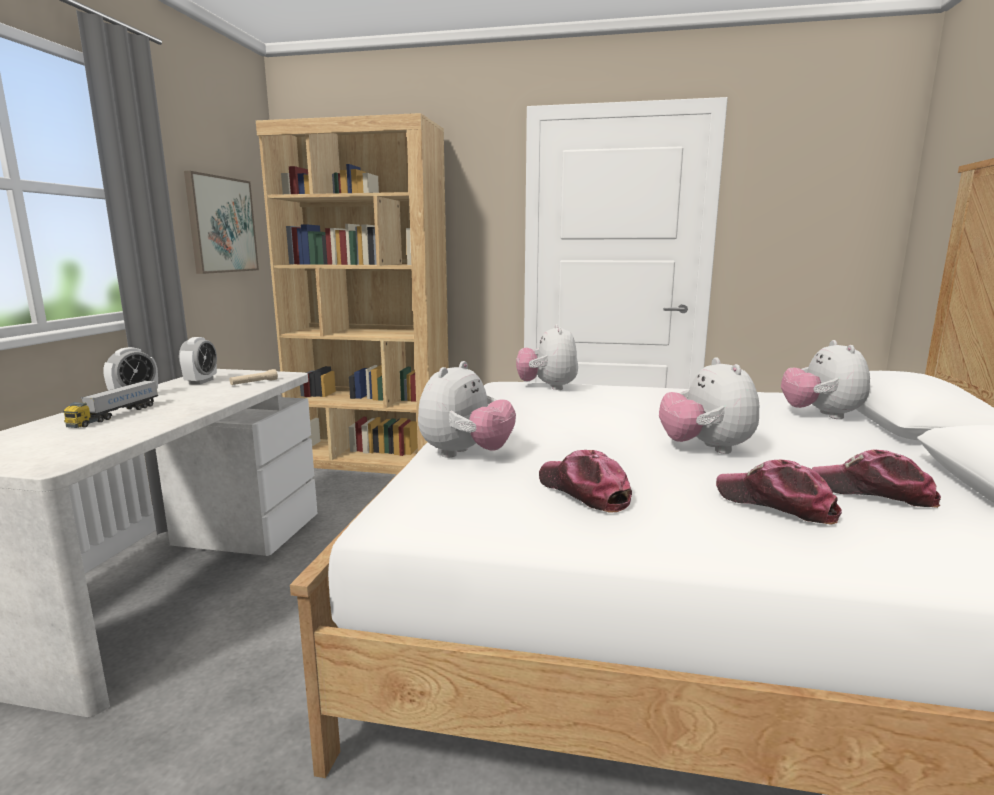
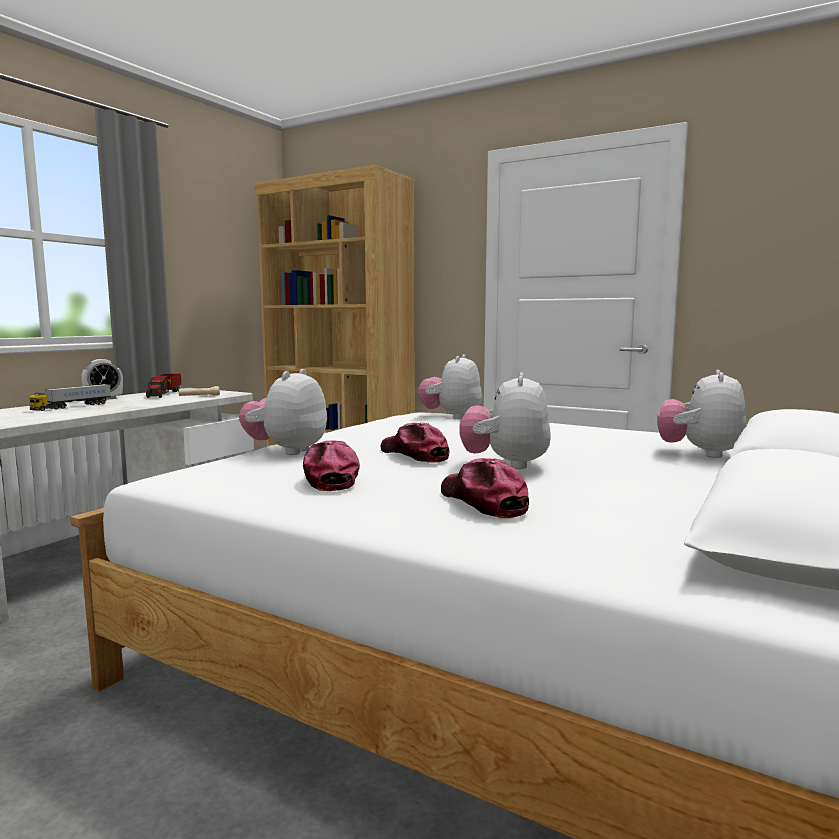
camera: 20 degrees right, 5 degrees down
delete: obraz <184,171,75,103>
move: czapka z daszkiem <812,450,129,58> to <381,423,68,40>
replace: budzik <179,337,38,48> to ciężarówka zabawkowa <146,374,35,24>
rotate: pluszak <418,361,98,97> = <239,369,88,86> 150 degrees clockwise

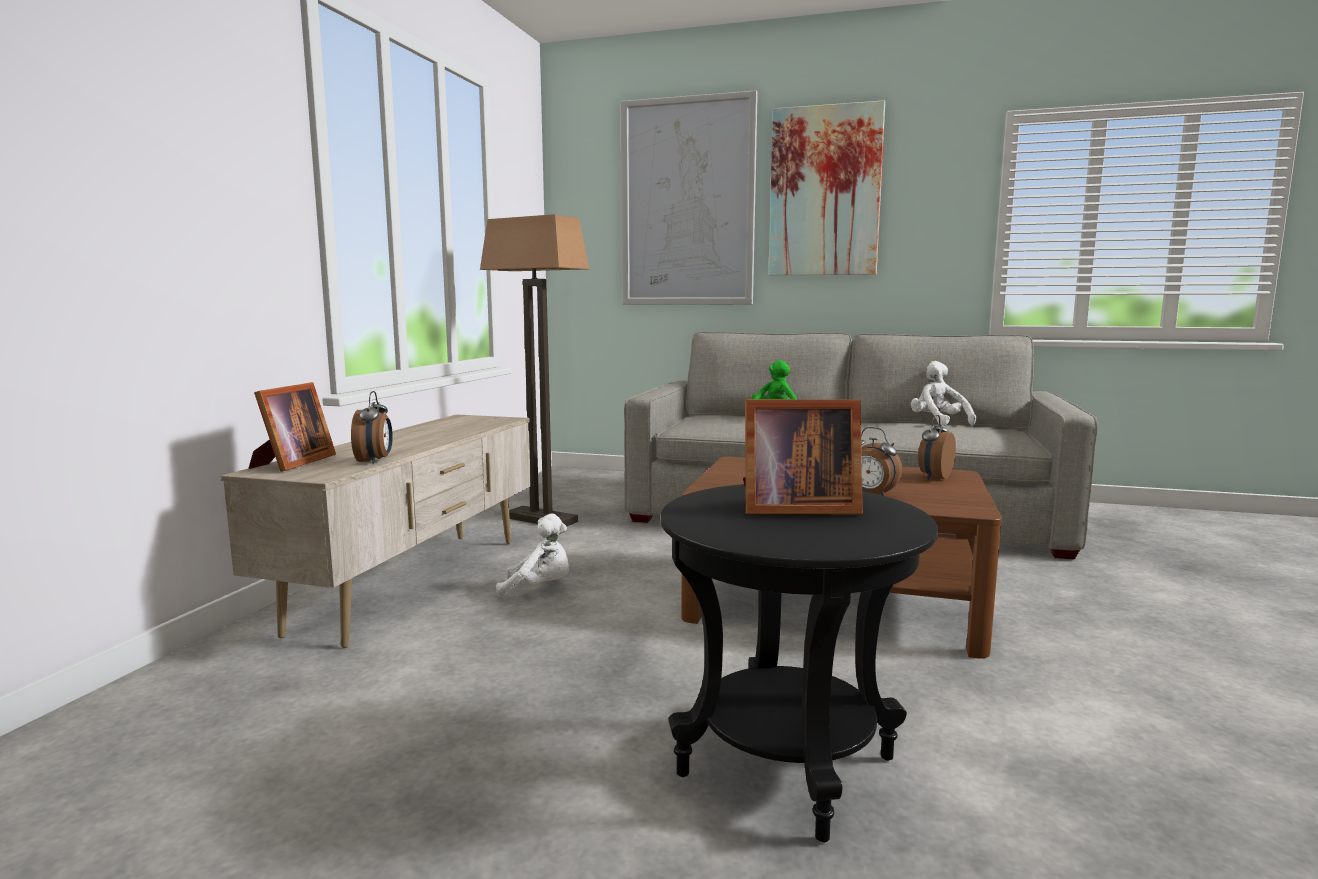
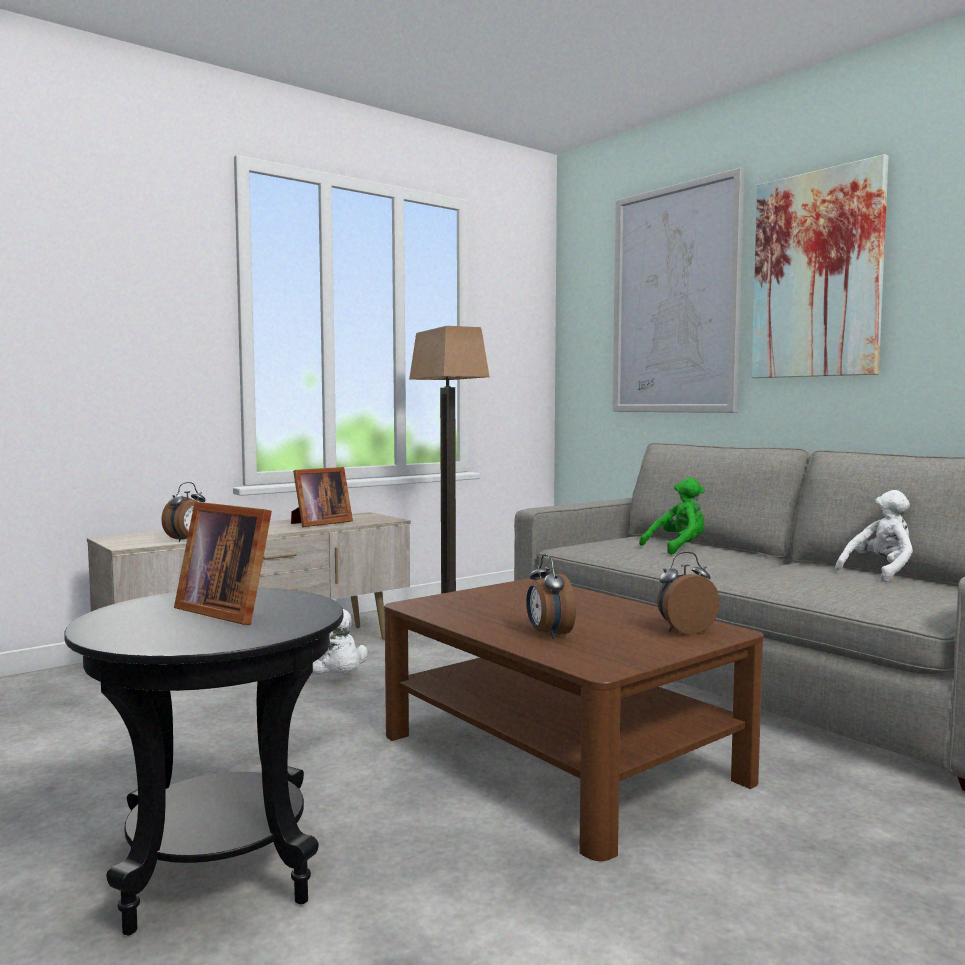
camera: 35 degrees right, 5 degrees down
move: ramka na zdjęcie <249,382,87,90> to <291,467,62,60>
rotate: pluszak (biały) <911,361,65,65> = <835,490,78,92> 45 degrees clockwise

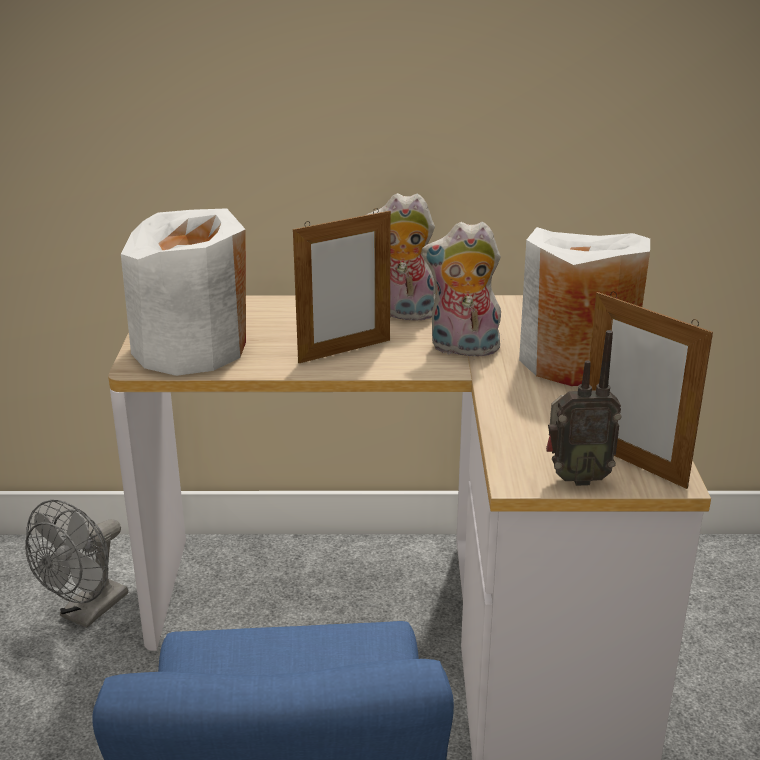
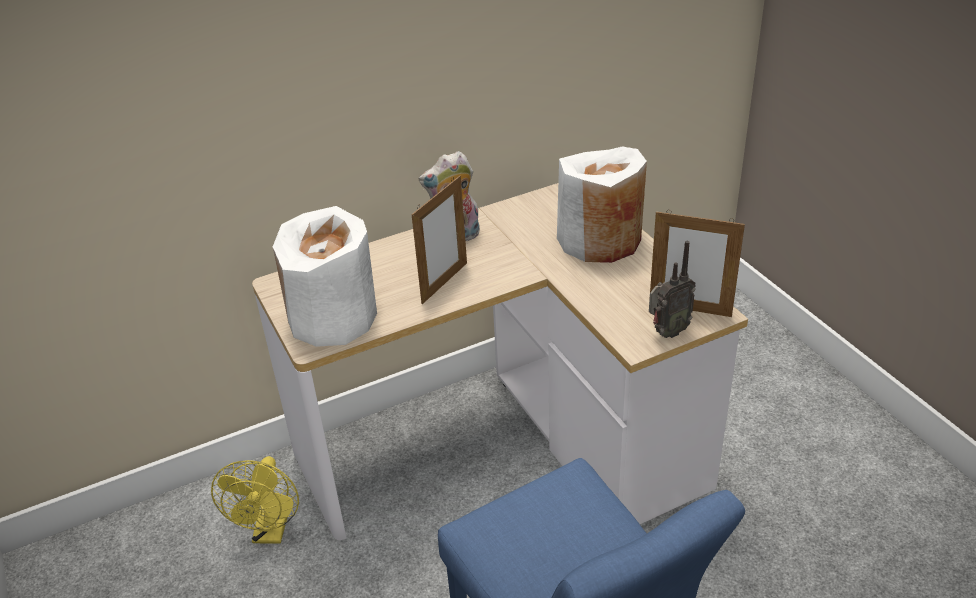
camera: 25 degrees left, 10 degrees up
delete: pluszak <422,222,79,134>
recolor: wentylator (szary) <25,500,103,128> to wentylator (żółty) <211,456,88,88>

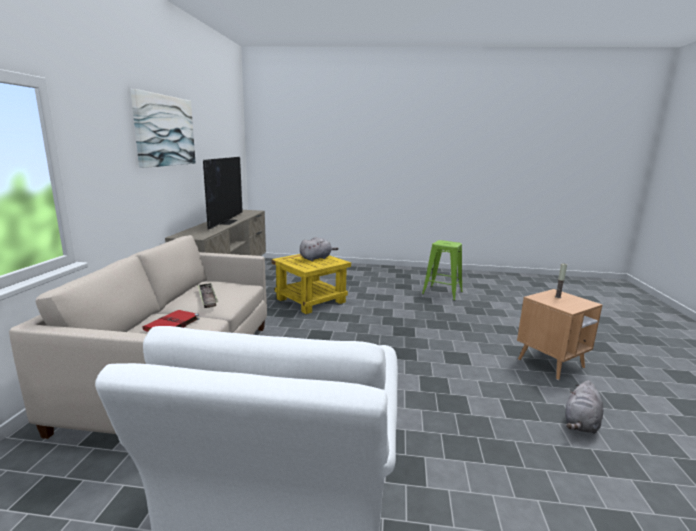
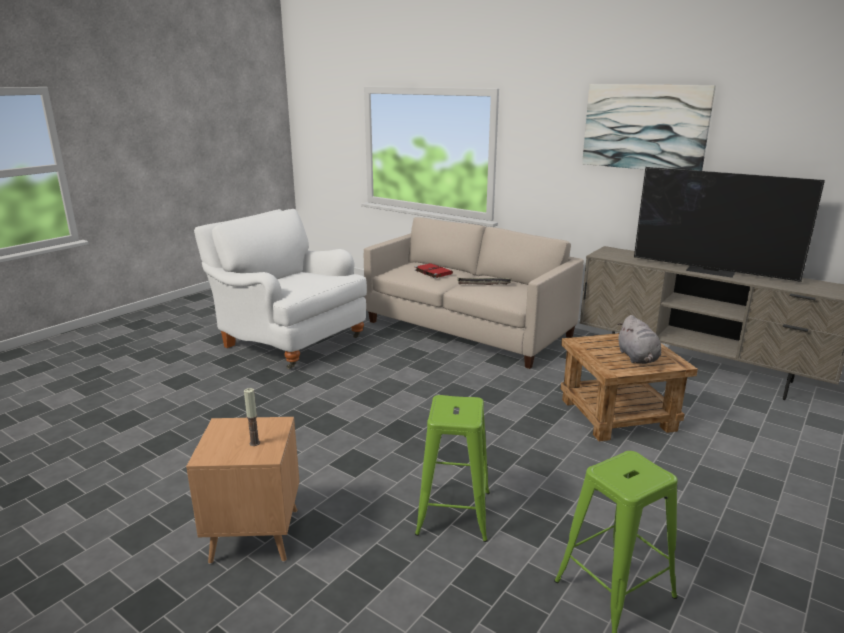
camera: 120 degrees right, 5 degrees up
delete: pluszak (szary) <565,380,38,54>
insert: stołek (zielony) <415,395,75,147>
recolor: stolik (żółty) <272,254,79,60> to stolik (brązowy) <560,333,138,109>

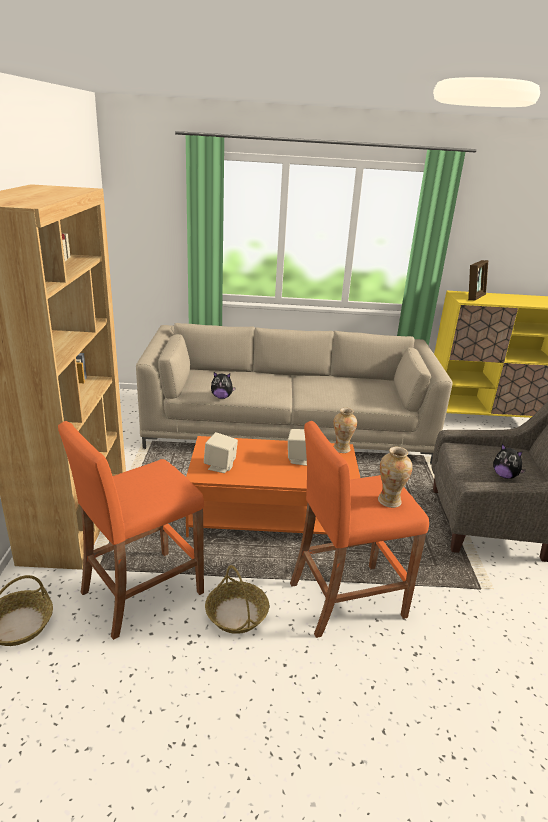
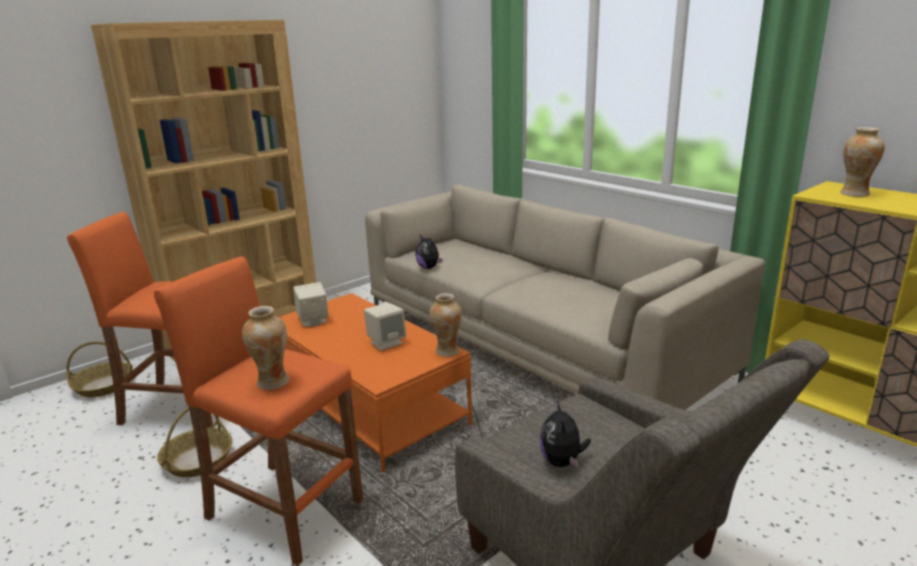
camera: 50 degrees right, 5 degrees down
replace: ramka na zdjęcie <468,260,20,40> to wazon <840,127,45,70>

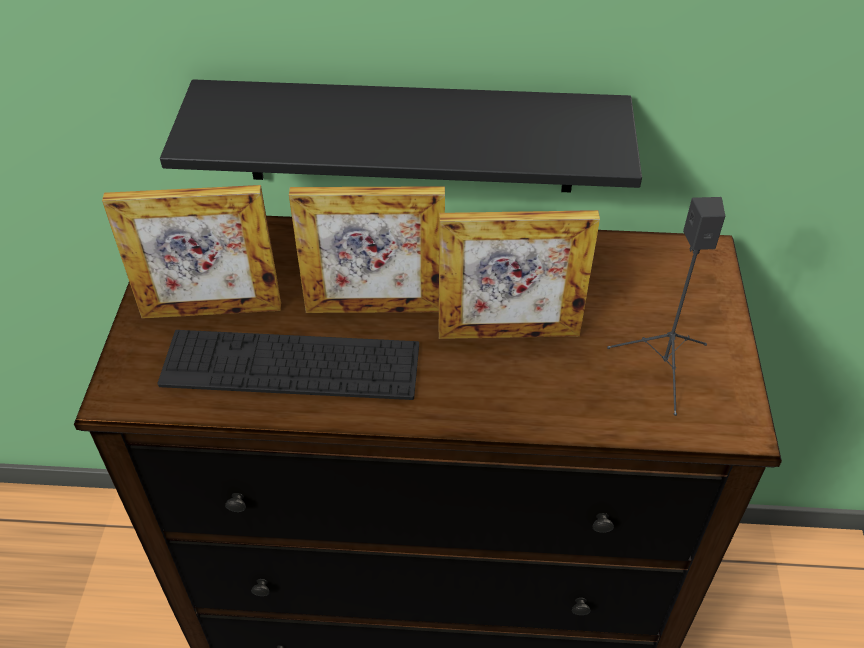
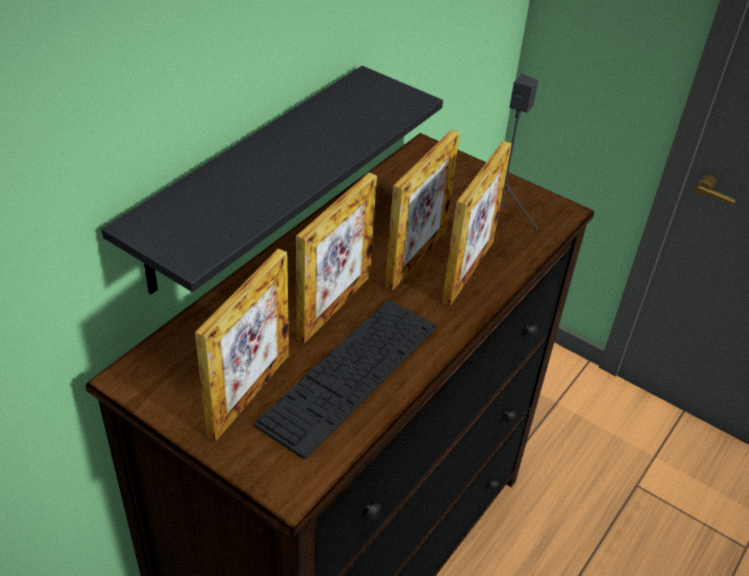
camera: 60 degrees left, 5 degrees down
insert: ramka na zdjęcie <442,141,70,165>

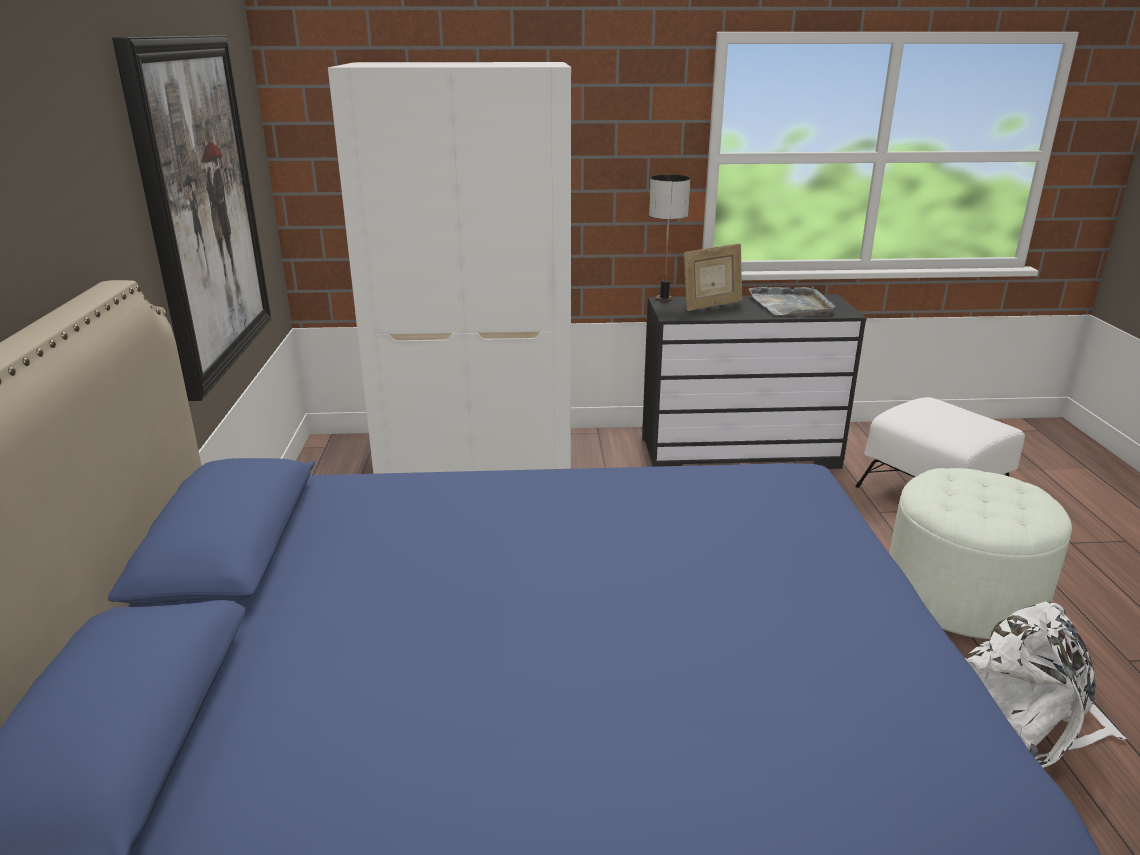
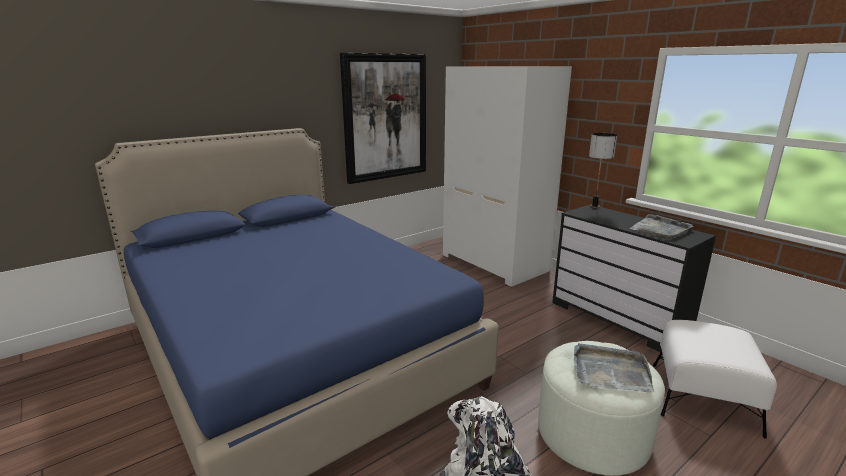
camera: 55 degrees right, 5 degrees down
delete: ramka na zdjęcie <684,244,58,67>
insert: taca (szary) <574,343,80,50>

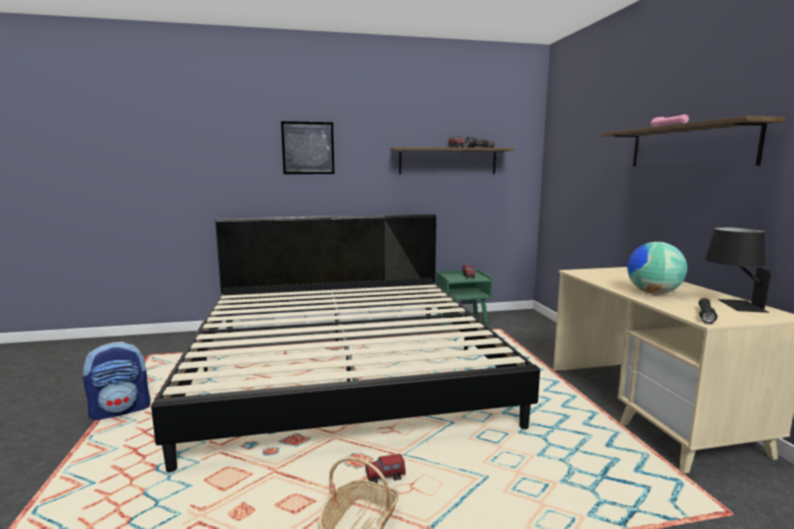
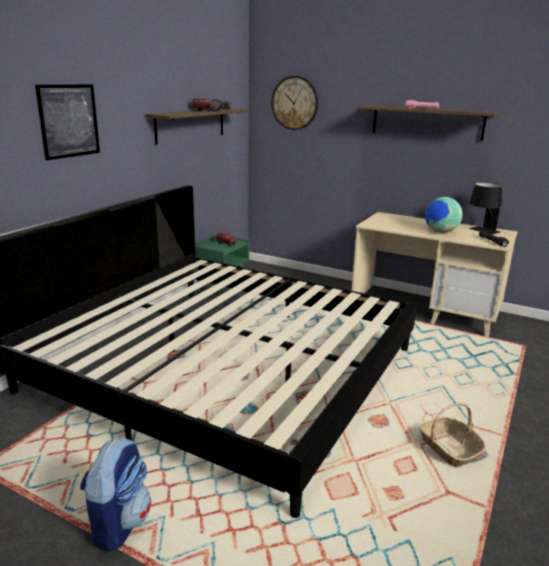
camera: 50 degrees left, 10 degrees up
delete: ciężarówka zabawkowa <365,454,41,29>
insert: zegar ścienny <271,76,47,54>

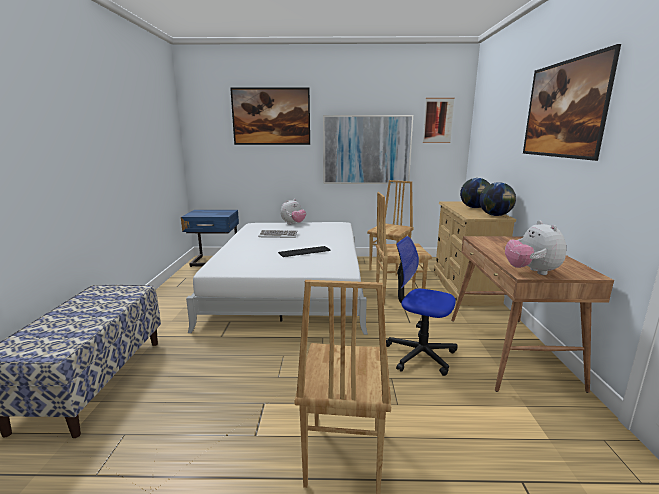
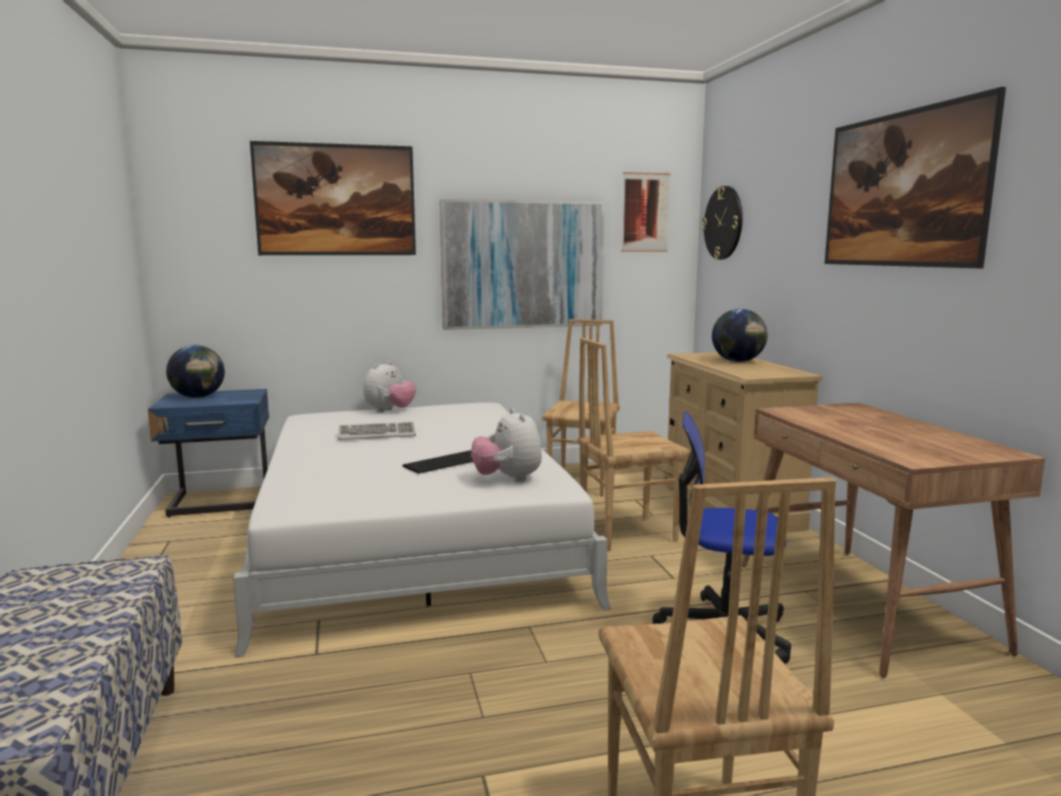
camera: 15 degrees left, 5 degrees down
insert: zegar ścienny <702,186,41,74>
move: globus <479,182,37,34> to <166,345,59,53>; pluszak <505,220,61,55> to <471,408,71,74>

